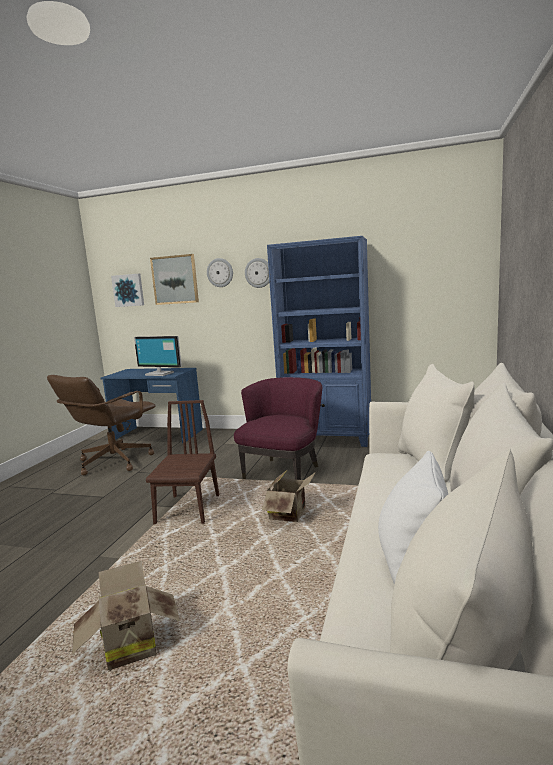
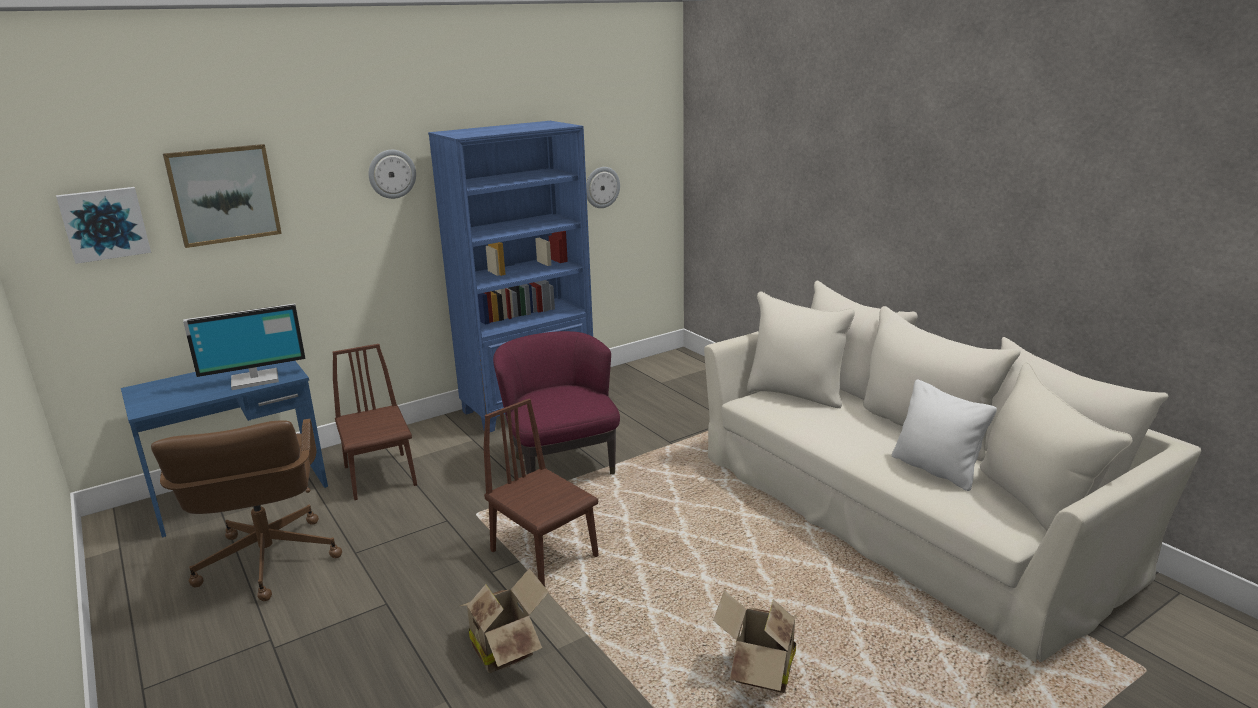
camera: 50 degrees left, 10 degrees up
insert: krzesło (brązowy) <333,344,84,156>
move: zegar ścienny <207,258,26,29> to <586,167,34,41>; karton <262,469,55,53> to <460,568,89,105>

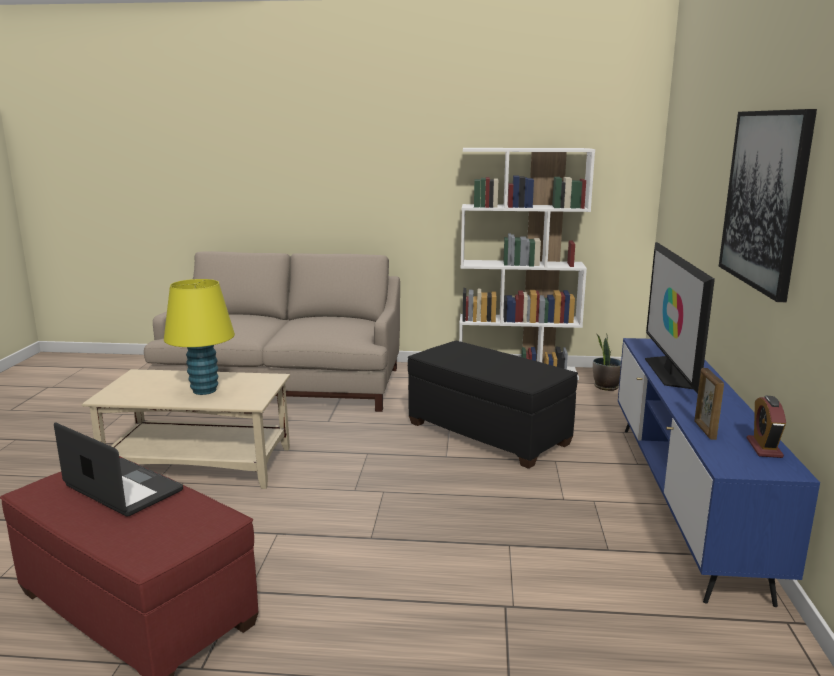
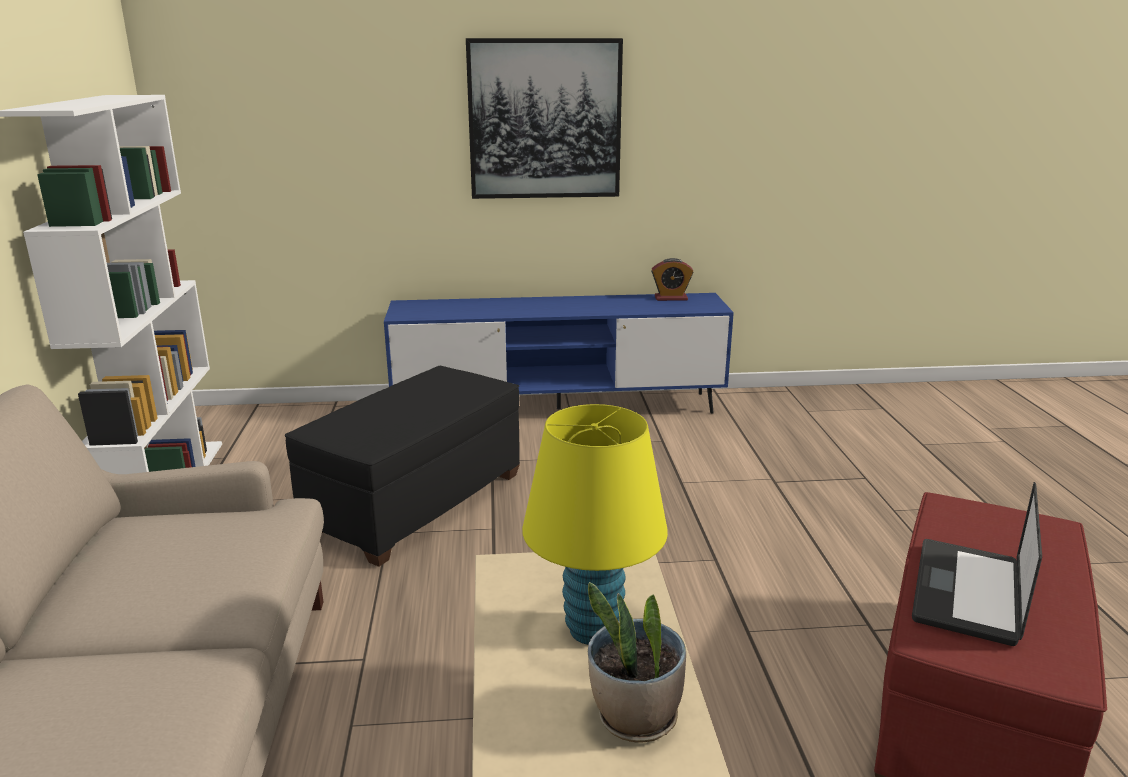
camera: 100 degrees left, 5 degrees up
delete: telewizor <645,242,70,152>; ramka na zdjęcie <694,368,30,72>
move: roślina doniczkowa <593,333,28,58> to <588,582,98,161>

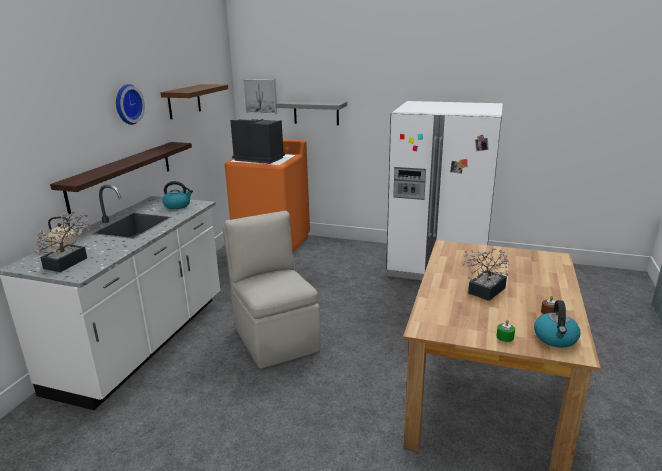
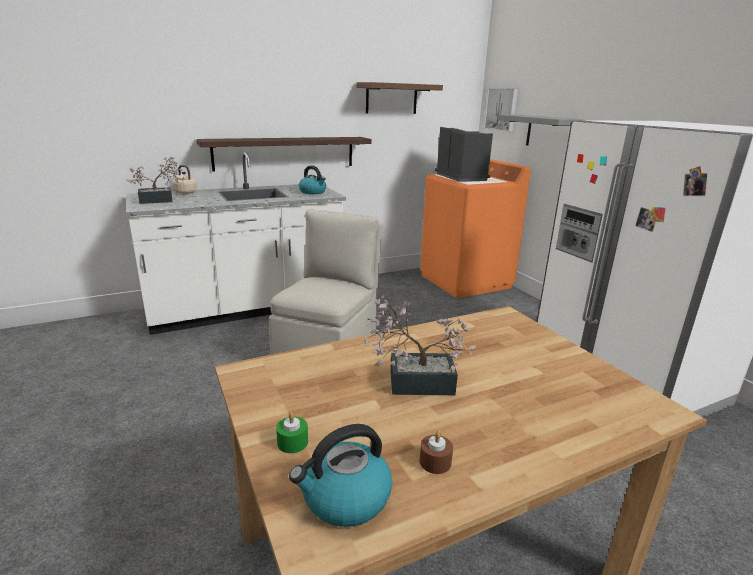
camera: 45 degrees right, 0 degrees up
delete: zegar ścienny <116,84,29,41>

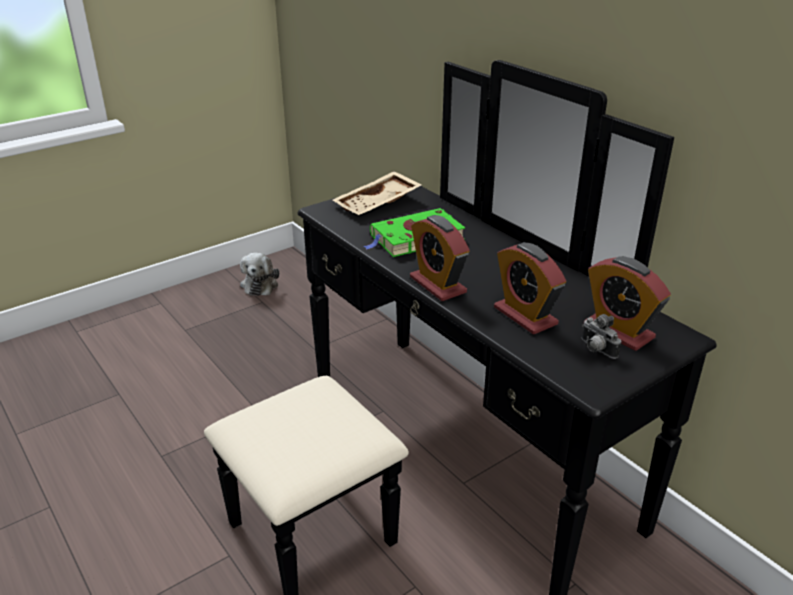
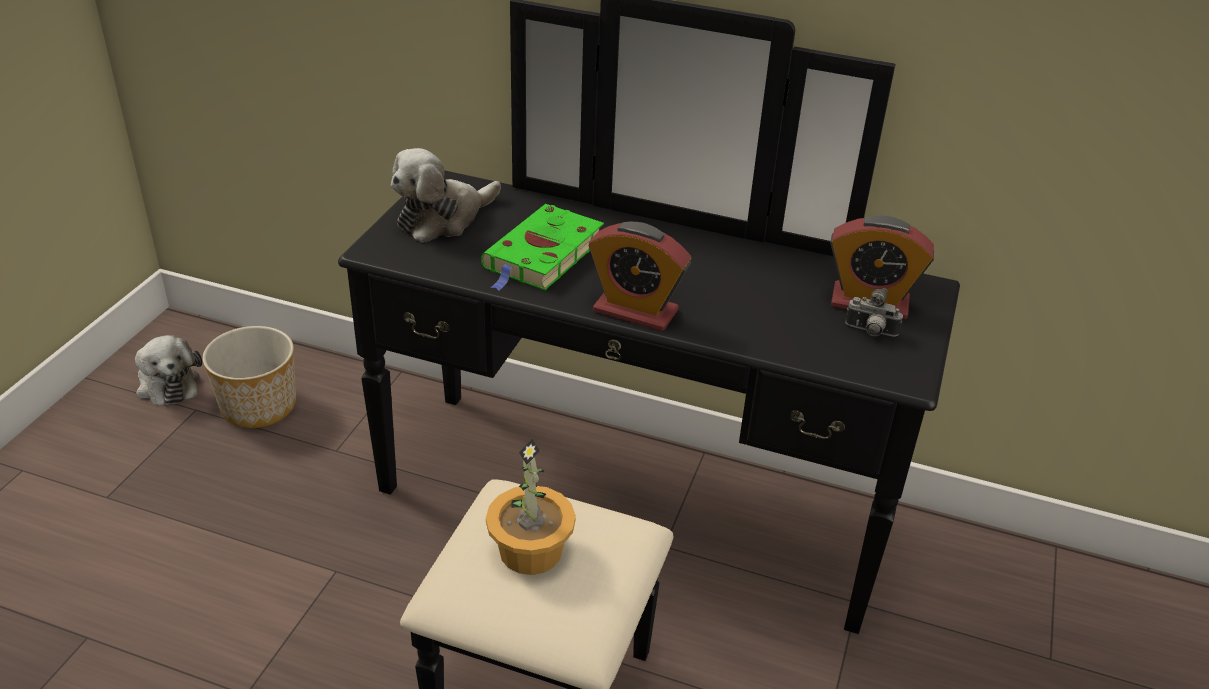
camera: 35 degrees left, 5 degrees up
delete: budzik <494,242,72,93>
insert: donica <202,326,94,102>; roślina doniczkowa <486,439,90,136>
replace: taca (beżowy) <332,171,90,44> to pluszak <391,148,110,94>

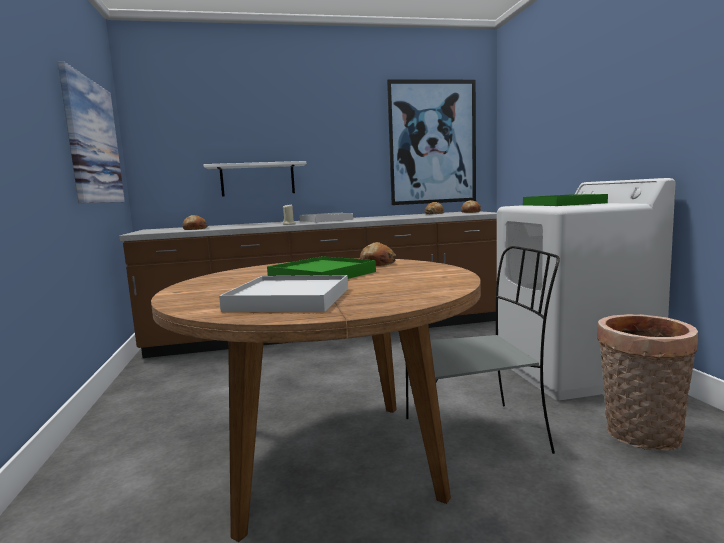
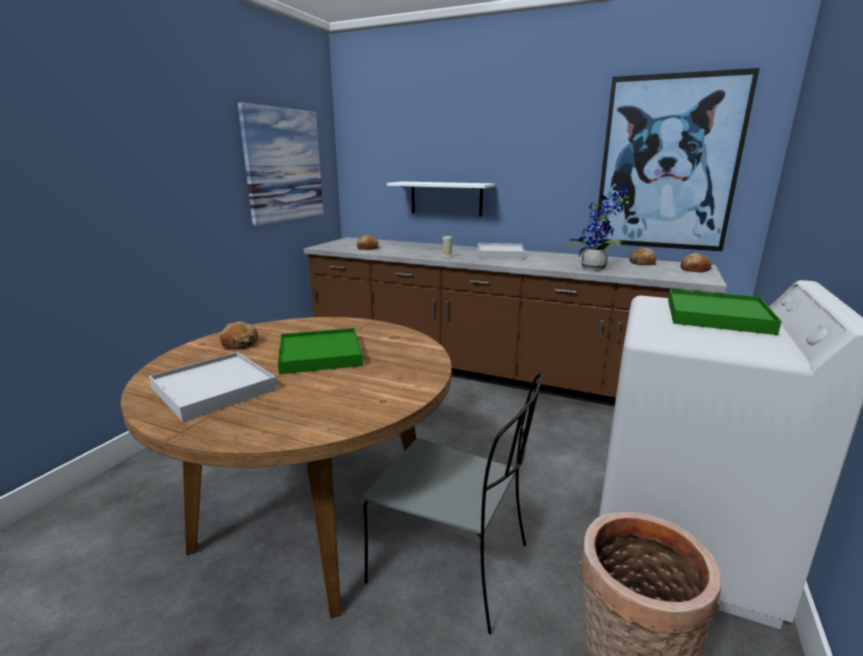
camera: 35 degrees right, 10 degrees up
insert: roślina doniczkowa <564,185,65,85>
move: chleb <360,242,36,24> to <220,322,39,28>

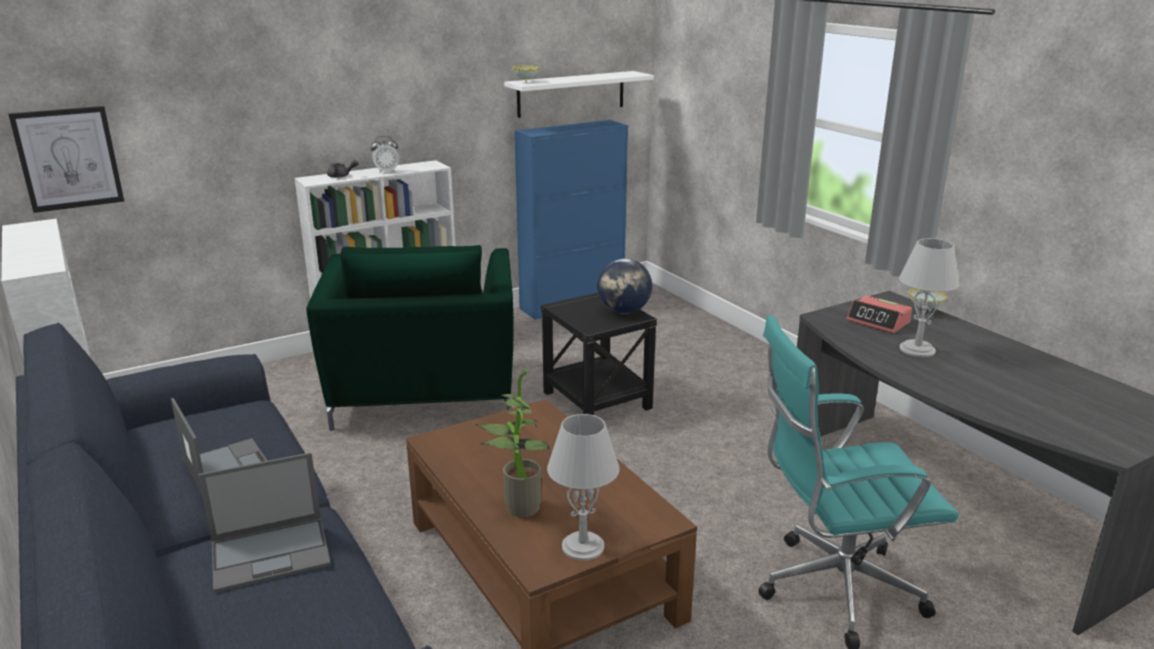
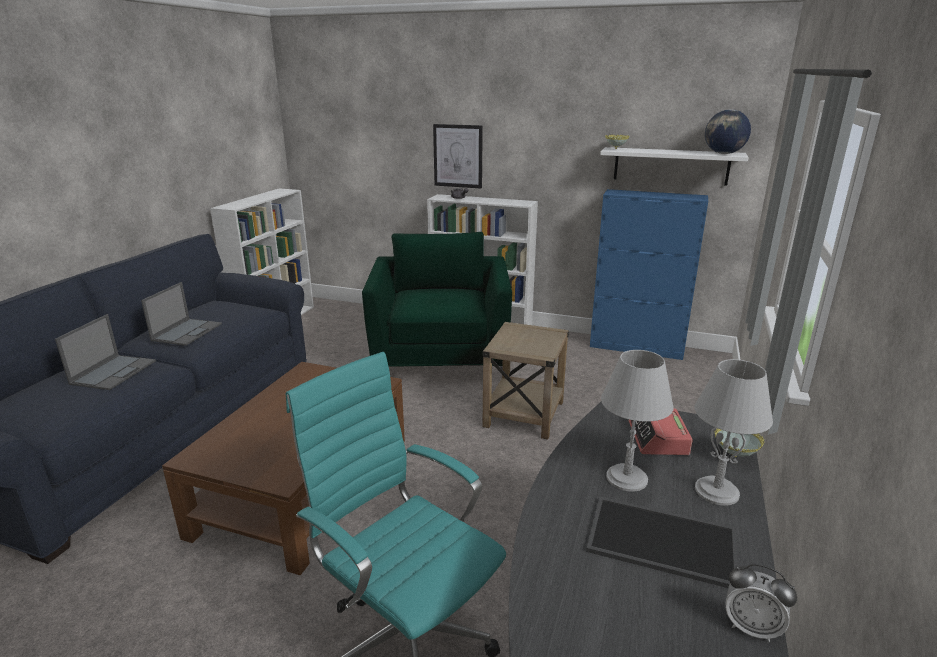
camera: 50 degrees right, 0 degrees up
delete: roślina doniczkowa <474,369,76,148>
insert: taca <586,496,153,92>
move: obraz <8,106,116,107> to <433,124,50,65>; budzik <371,136,28,38> to <725,564,72,78>; lampa stołowa (szary) <547,414,73,147> to <695,359,78,147>; globus <597,258,55,56> to <705,109,46,45>
recolor: stolik (czarny) <541,293,116,122> to stolik (beżowy) <482,322,87,118>
rotate: laptop <198,452,133,141> = <55,314,101,76> 105 degrees counterclockwise; fotel (zielony) <306,245,207,186> = <362,232,150,137> 135 degrees clockwise

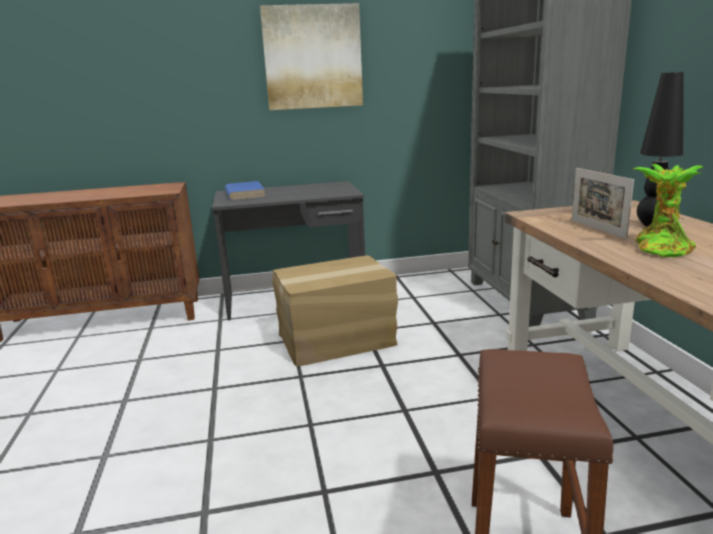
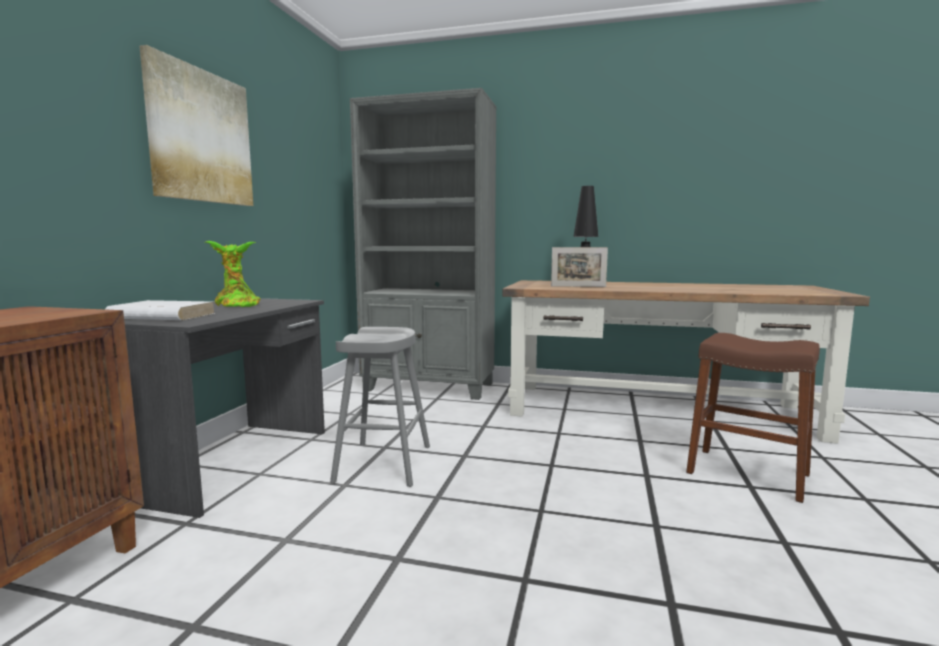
camera: 65 degrees left, 10 degrees down
move: roślina doniczkowa <633,163,70,94> to <205,241,55,66>
replace: karton <272,255,126,112> to stołek (szary) <330,327,100,160>
recolor: książka (niebieski) <225,181,40,19> to książka (biały) <105,300,111,20>

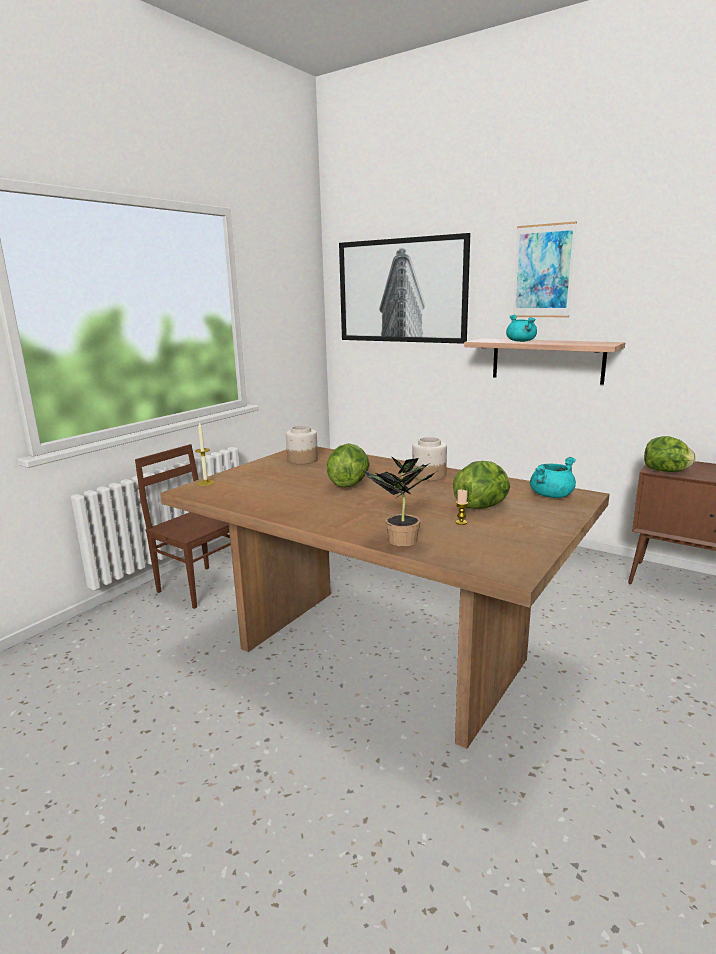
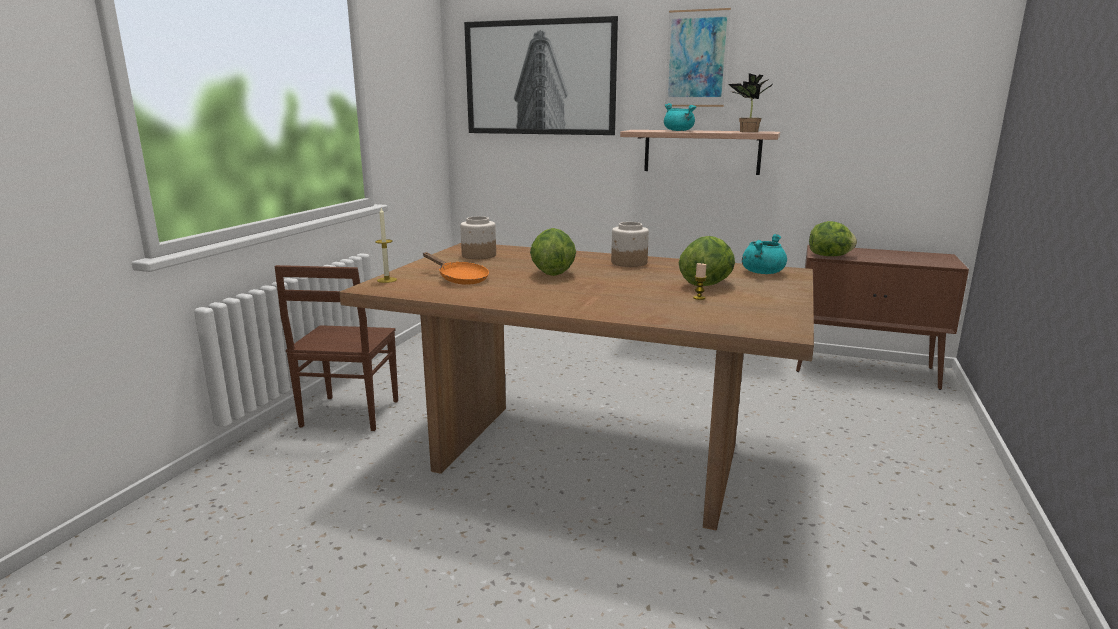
camera: 15 degrees left, 0 degrees up
insert: patelnia (pomarańczowy) <423,252,66,33>
move: roślina doniczkowa <362,456,72,90> to <728,73,45,59>
rotate: krzesło (brązowy) <135,444,96,165> = <274,265,124,166> 105 degrees counterclockwise

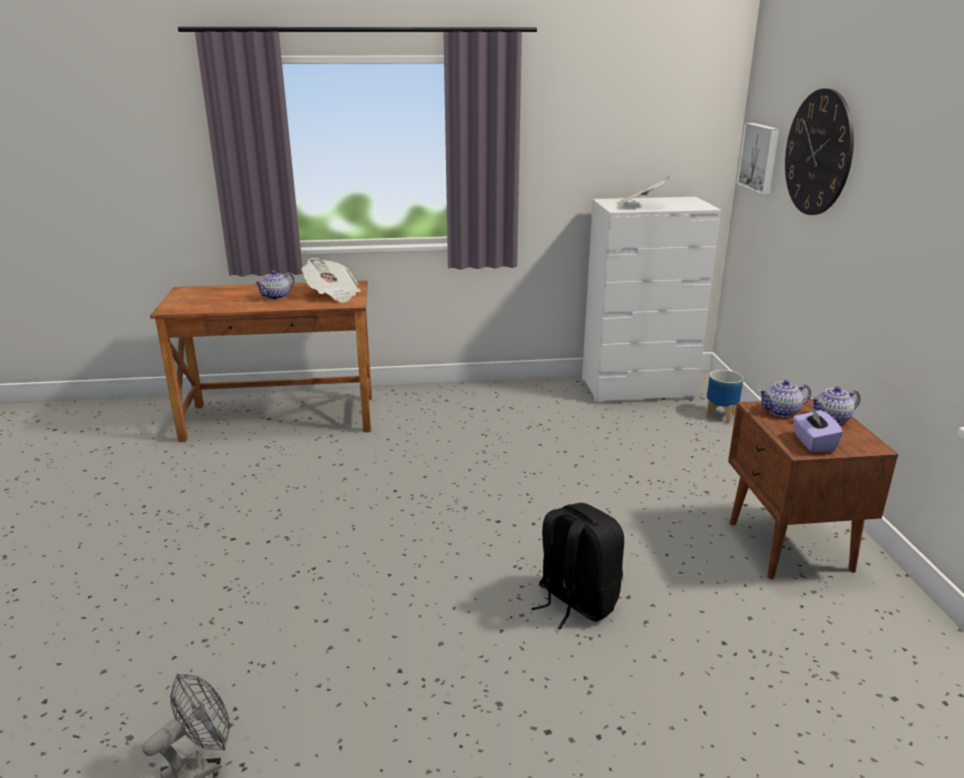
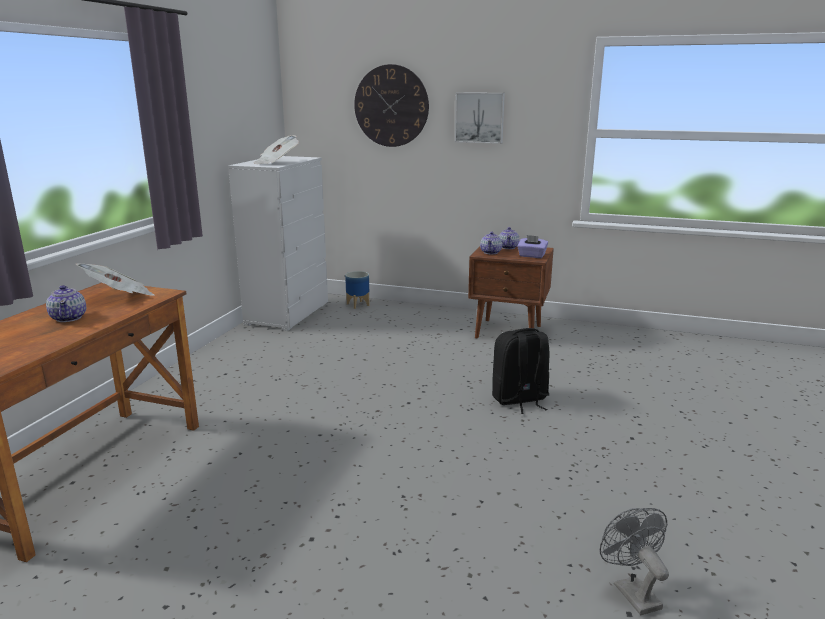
camera: 65 degrees left, 5 degrees down
move: obraz <736,123,44,72> to <455,92,50,52>

